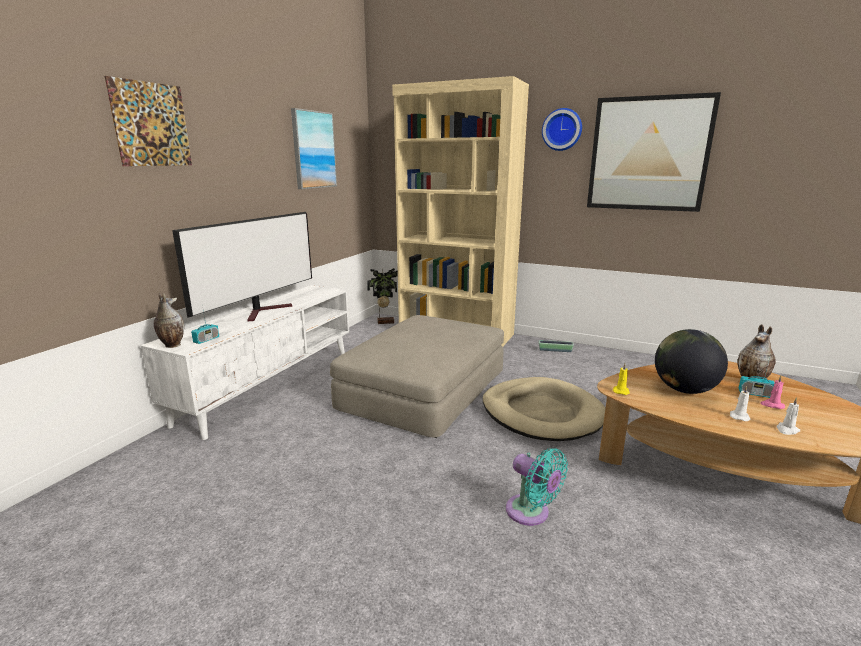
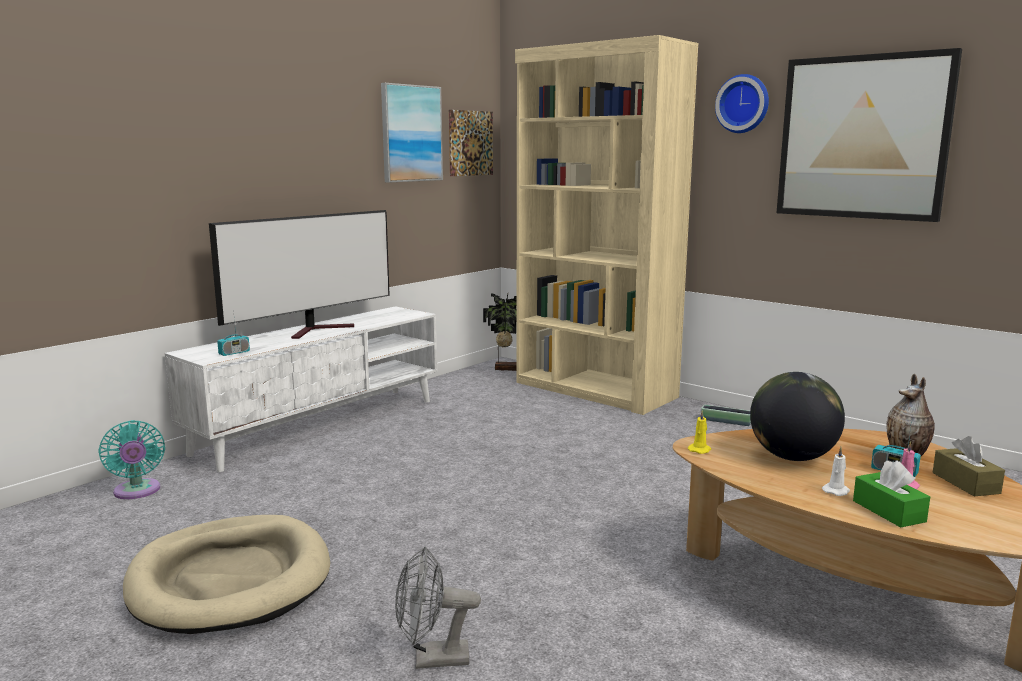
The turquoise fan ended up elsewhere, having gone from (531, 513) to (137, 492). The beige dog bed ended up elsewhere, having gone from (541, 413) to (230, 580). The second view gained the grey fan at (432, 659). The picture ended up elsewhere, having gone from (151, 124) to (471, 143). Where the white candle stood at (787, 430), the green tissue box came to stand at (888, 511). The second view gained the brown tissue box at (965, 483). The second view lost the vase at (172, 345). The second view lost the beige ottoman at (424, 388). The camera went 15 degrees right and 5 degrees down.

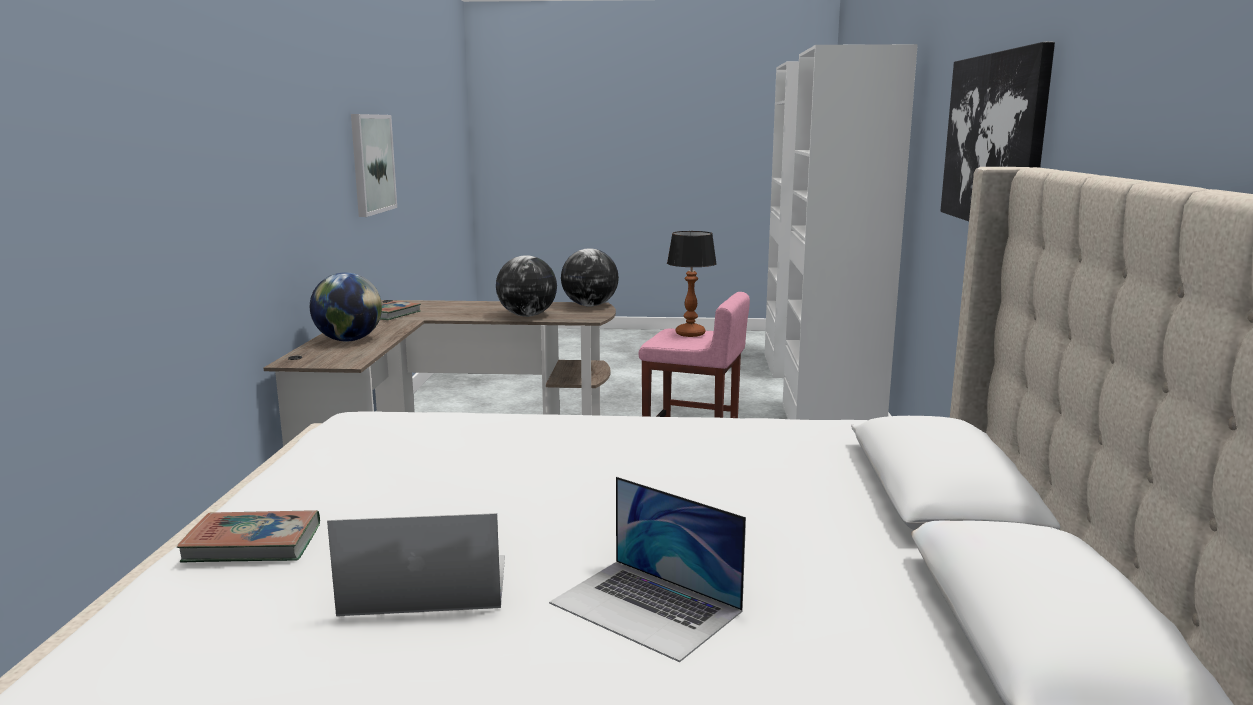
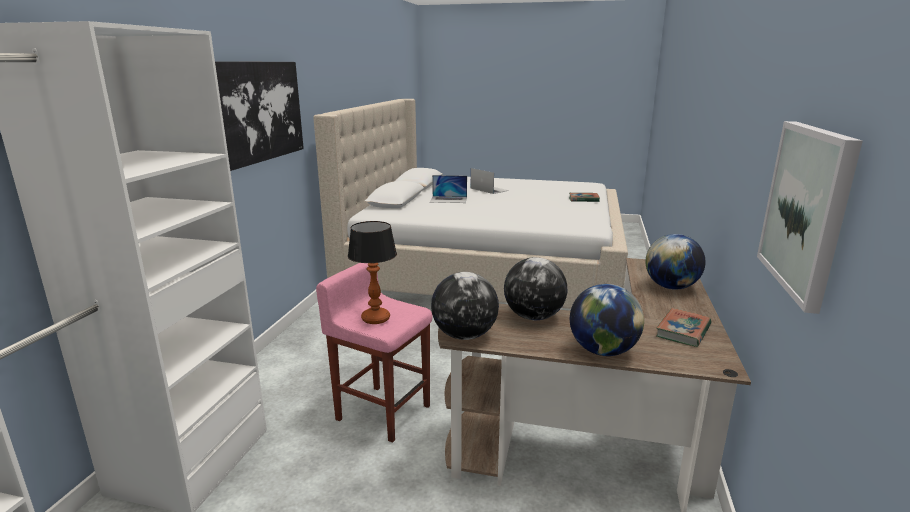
The laptop ended up elsewhere, having gone from (425, 584) to (448, 199). The second view gained the globe at (602, 351). The camera went 170 degrees left and 5 degrees up.

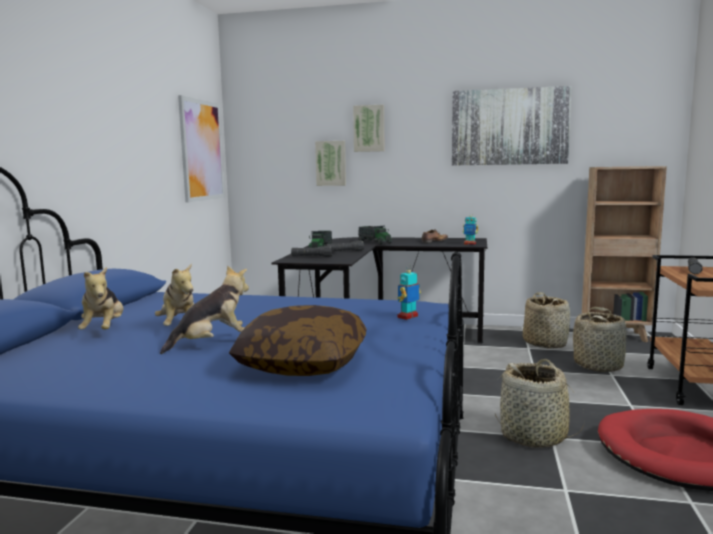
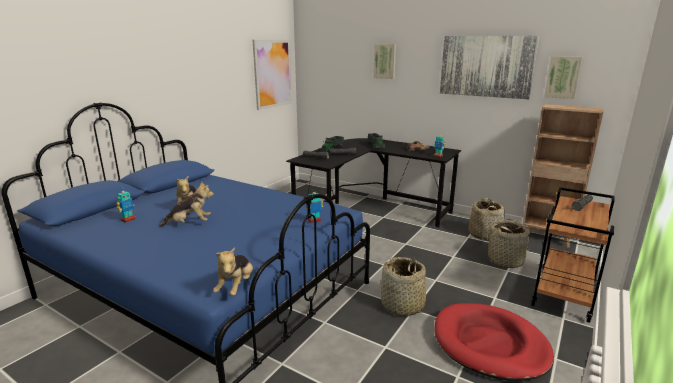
The second view gained the toy robot at (128, 219). The plush toy ended up elsewhere, having gone from (104, 330) to (236, 287). The picture ended up elsewhere, having gone from (331, 163) to (563, 77). The second view lost the pillow at (302, 363). The camera went 20 degrees right and 10 degrees up.

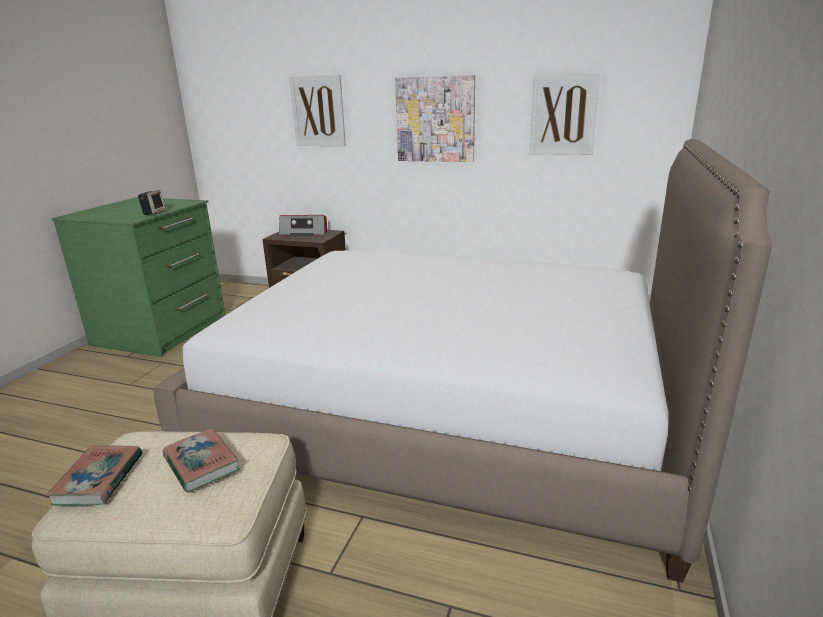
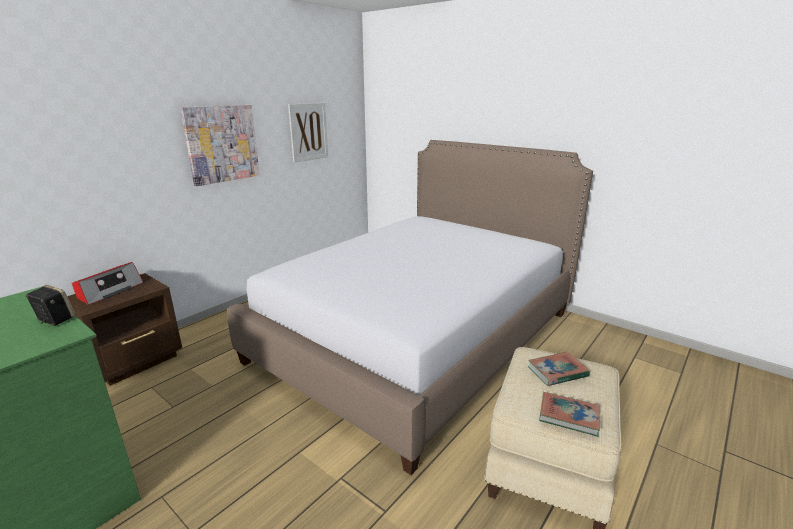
The second view lost the picture at (318, 111). The camera went 70 degrees left and 0 degrees up.

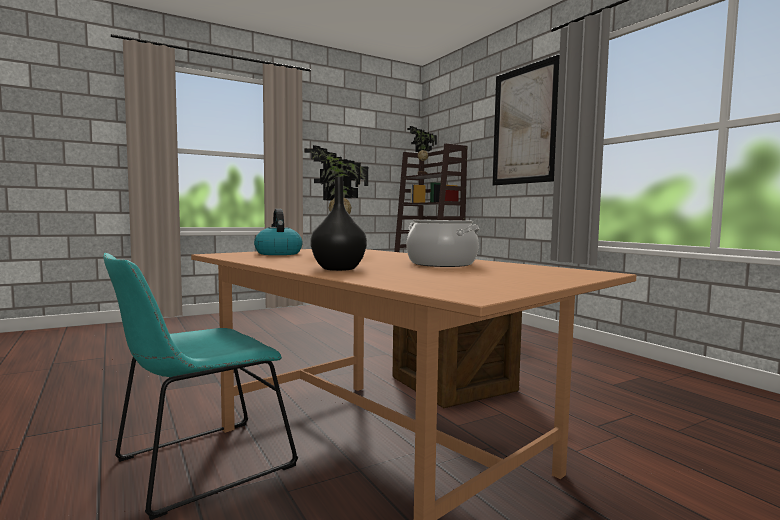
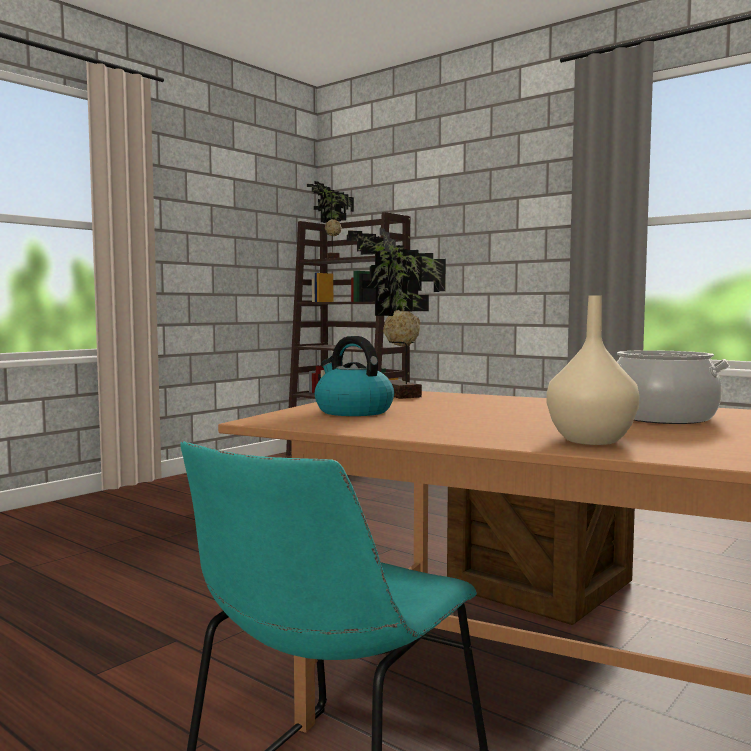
What was the black vase at (339, 268) turned into the beige vase at (590, 440). The second view lost the picture at (524, 125). The camera went 20 degrees left and 0 degrees up.

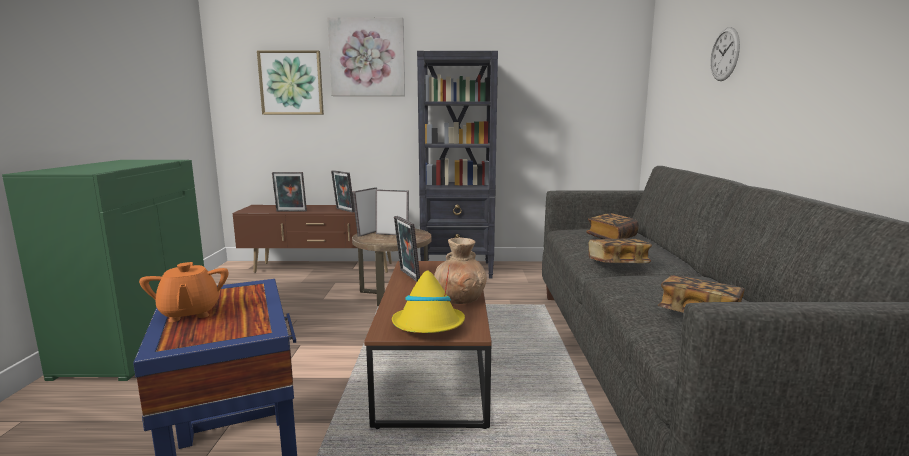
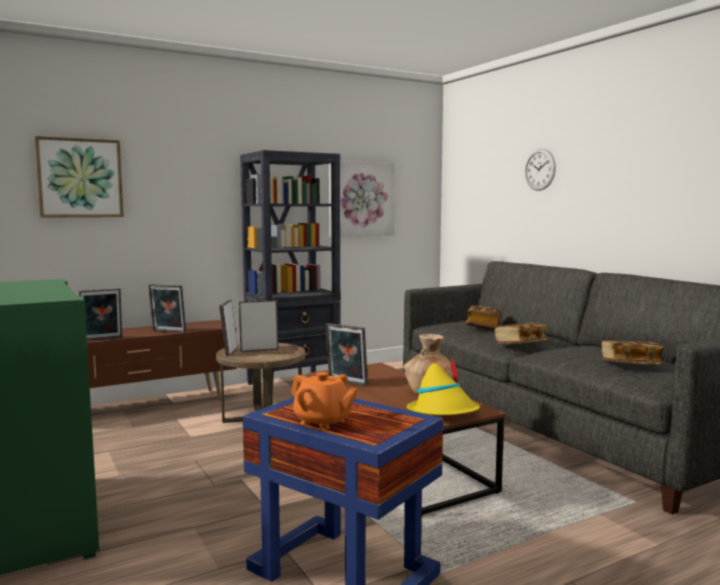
The picture ended up elsewhere, having gone from (367, 57) to (361, 199). The camera went 30 degrees left and 5 degrees down.

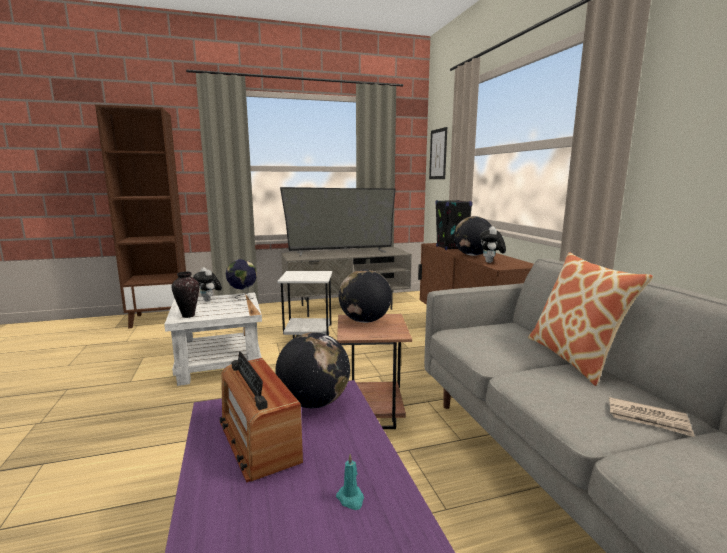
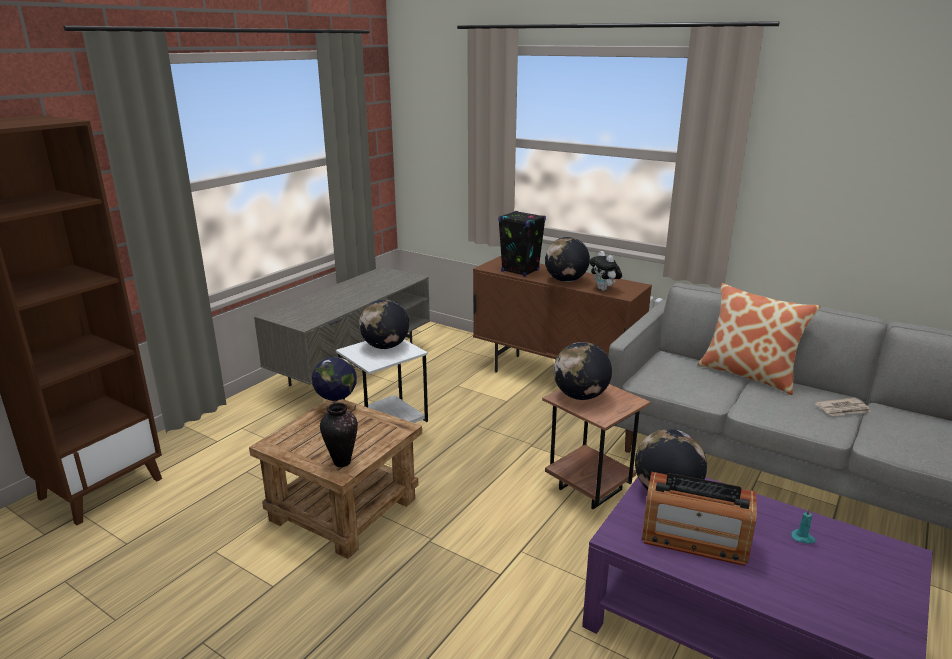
What was the white side table at (220, 364) turned into the brown side table at (346, 509). The second view gained the globe at (385, 346). The second view lost the plush toy at (209, 300). The second view lost the television at (341, 252). The second view lost the picture at (438, 154). The camera went 40 degrees left and 10 degrees up.

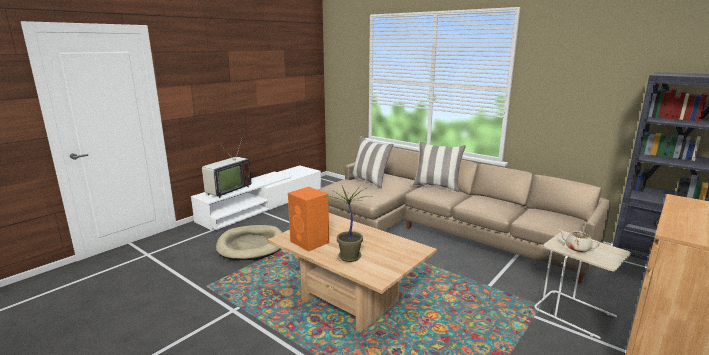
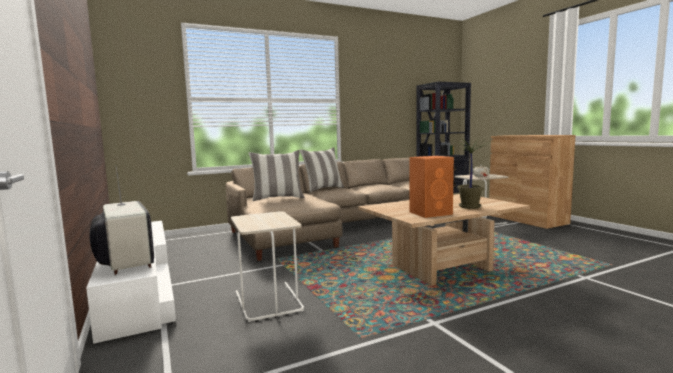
Where the beige dog bed stood at (251, 245), the beige side table came to stand at (267, 301). The camera went 65 degrees left and 10 degrees down.

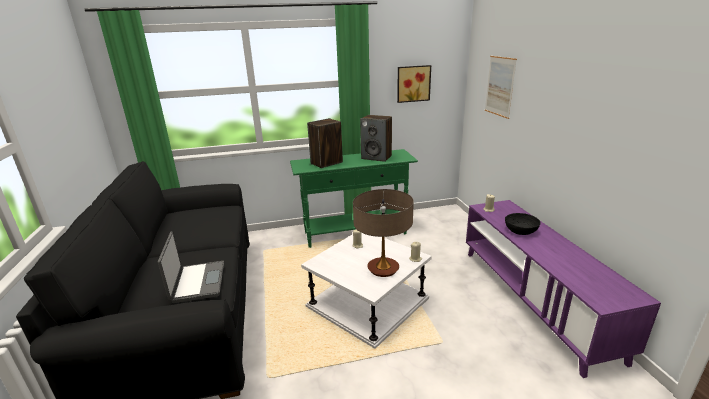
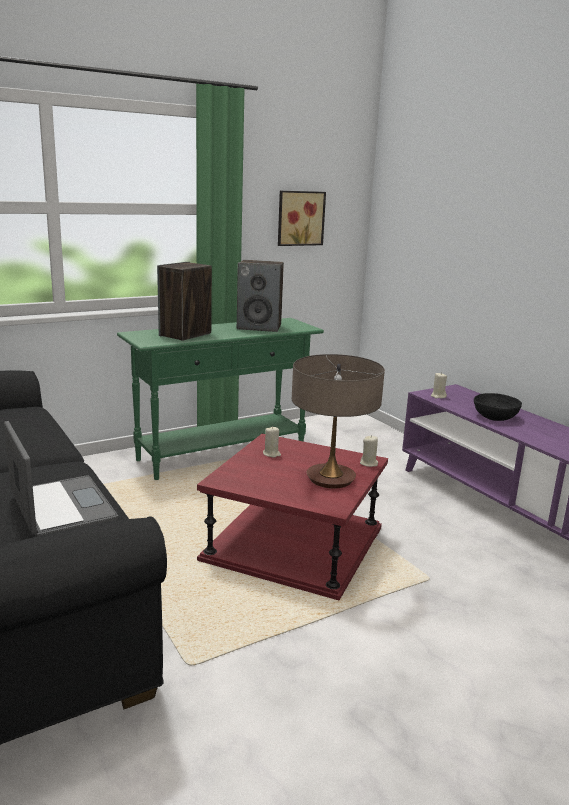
What was the white side table at (368, 302) turned into the red side table at (294, 544). The second view lost the picture at (500, 86). The camera went 20 degrees left and 5 degrees down.

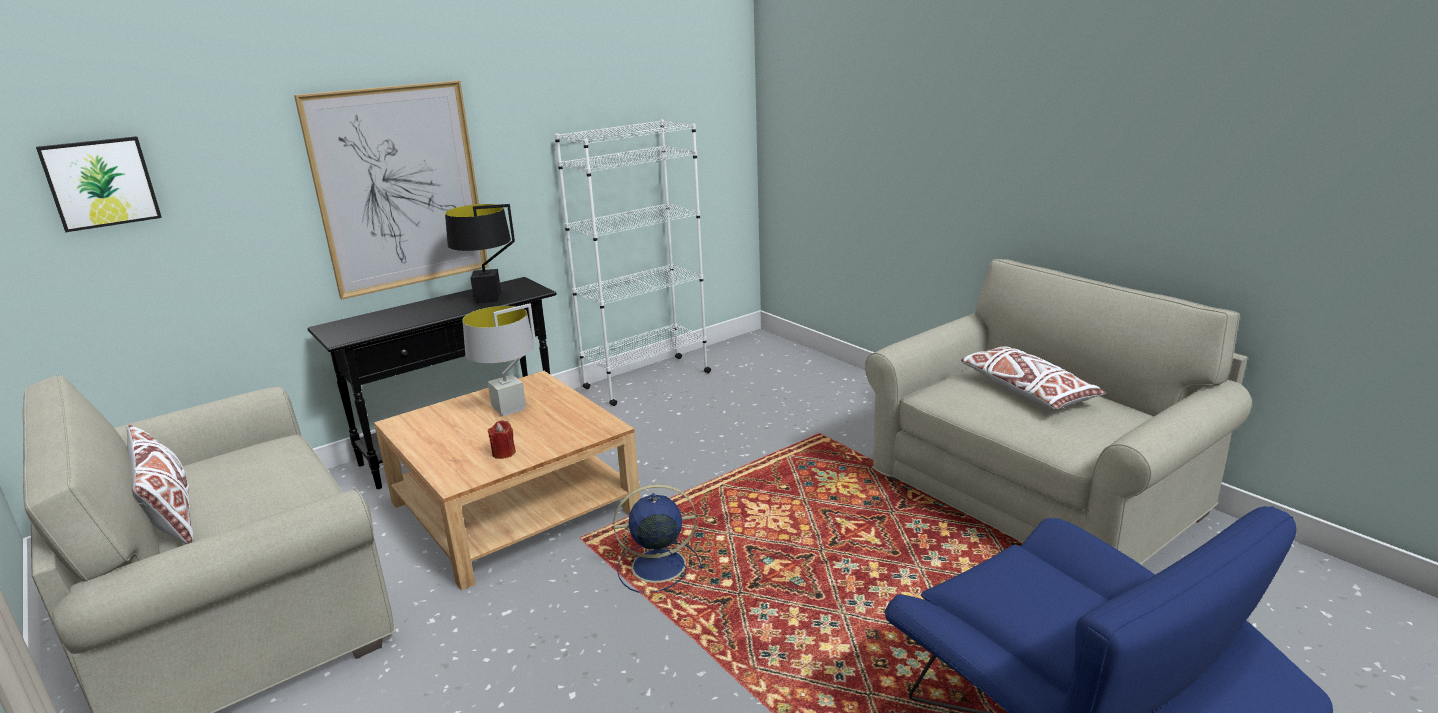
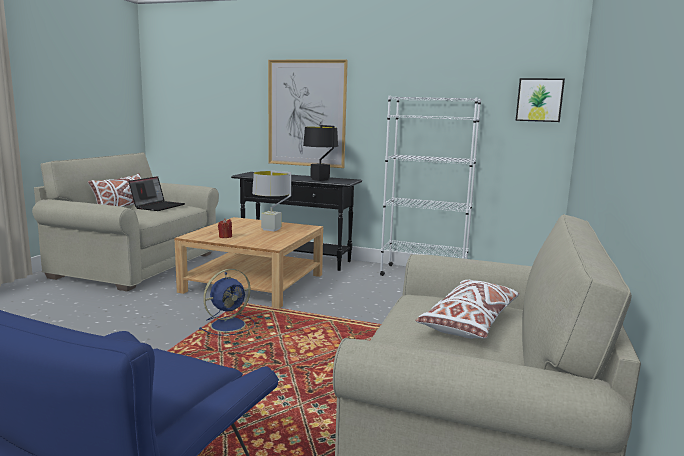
The second view gained the laptop at (158, 206). The blue fan at (656, 566) ended up facing another way, 90 degrees clockwise from before. The picture ended up elsewhere, having gone from (101, 183) to (539, 100). The camera went 55 degrees right and 10 degrees down.

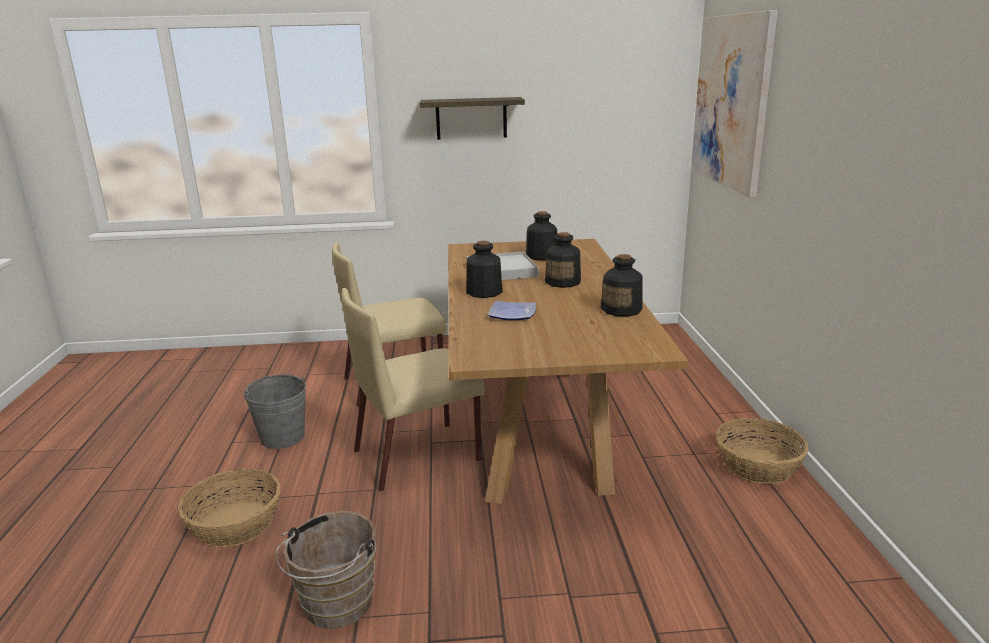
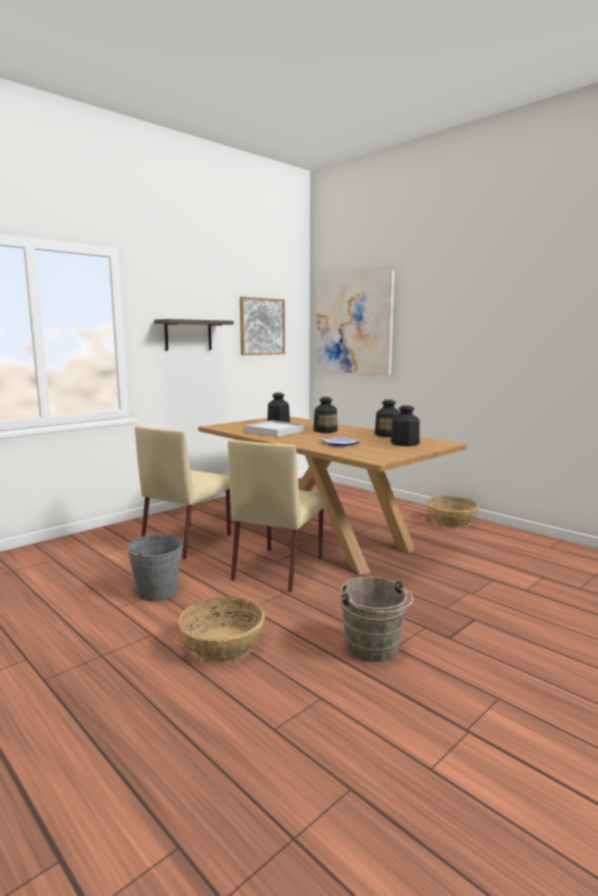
The second view gained the picture at (262, 326). The bottle ended up elsewhere, having gone from (483, 292) to (404, 443). The camera went 40 degrees left and 10 degrees down.

